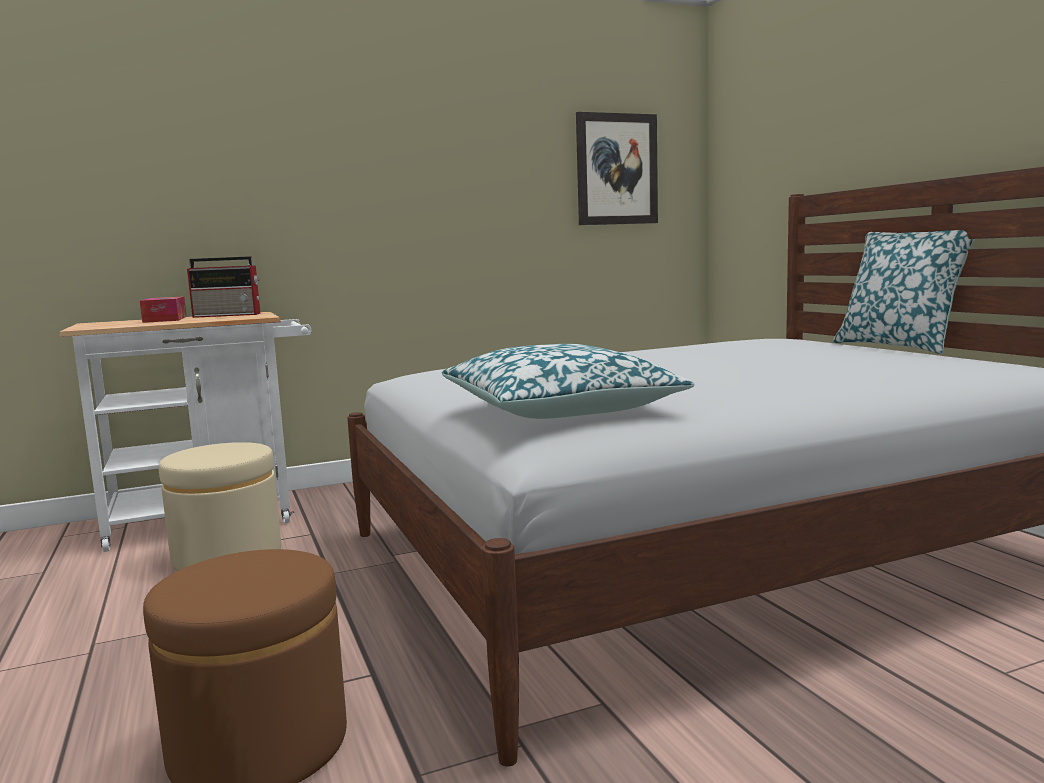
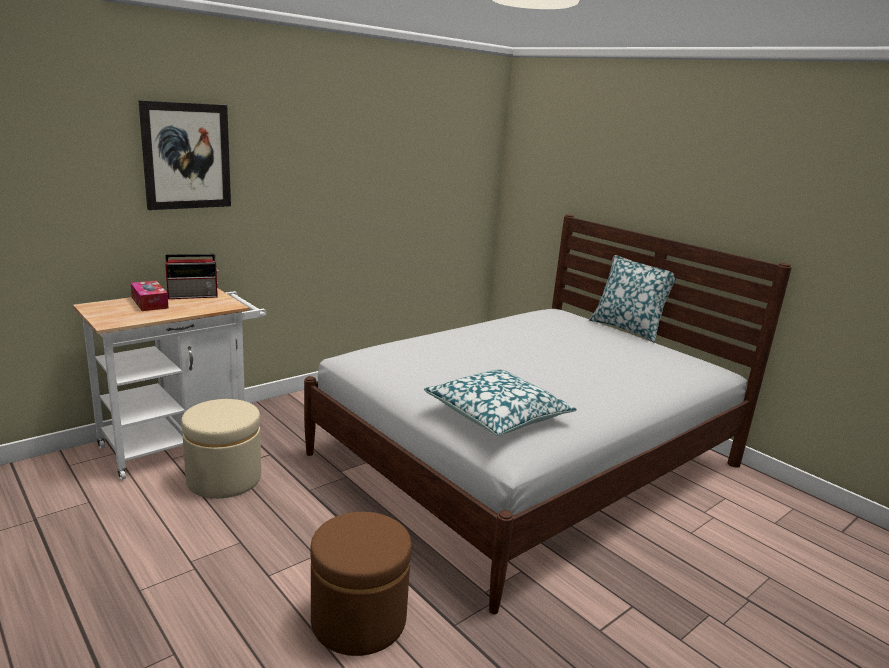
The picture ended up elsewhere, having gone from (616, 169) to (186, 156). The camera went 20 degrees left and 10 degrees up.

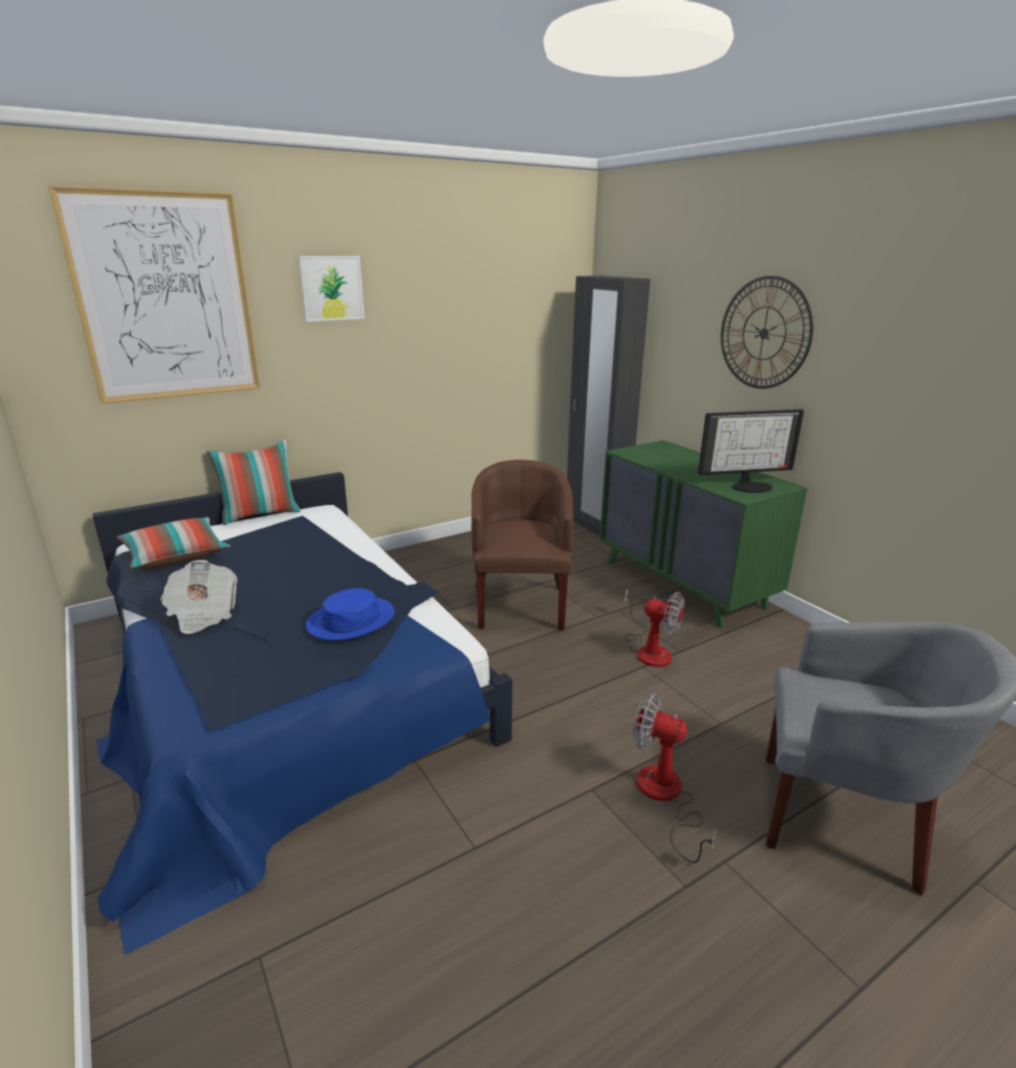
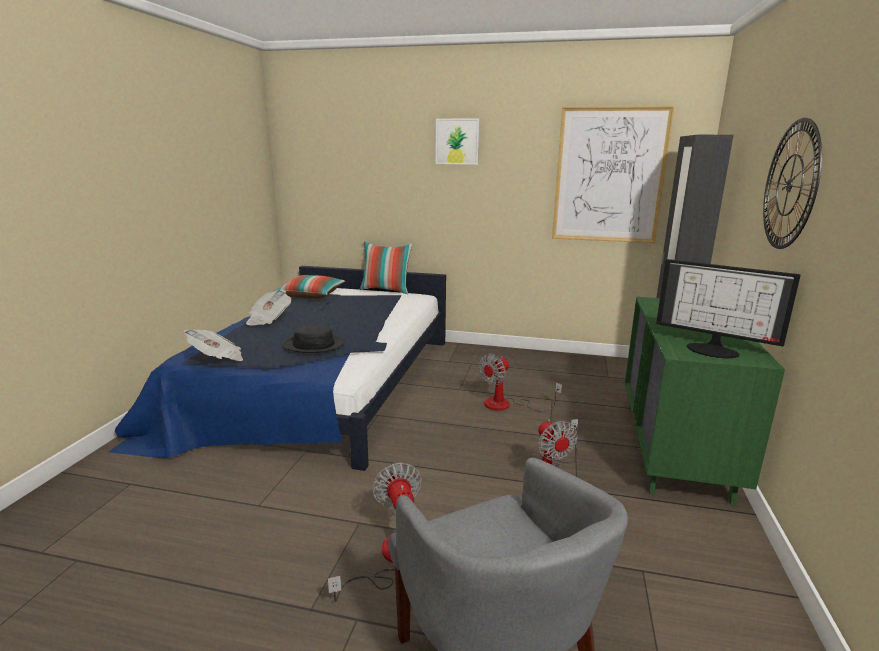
The second view gained the newspaper at (217, 358). What was the blue hat at (351, 620) turned into the black hat at (314, 345). Where the brown armchair stood at (520, 604), the fan came to stand at (507, 405). The picture ended up elsewhere, having gone from (165, 298) to (609, 176). The camera went 45 degrees right and 5 degrees down.

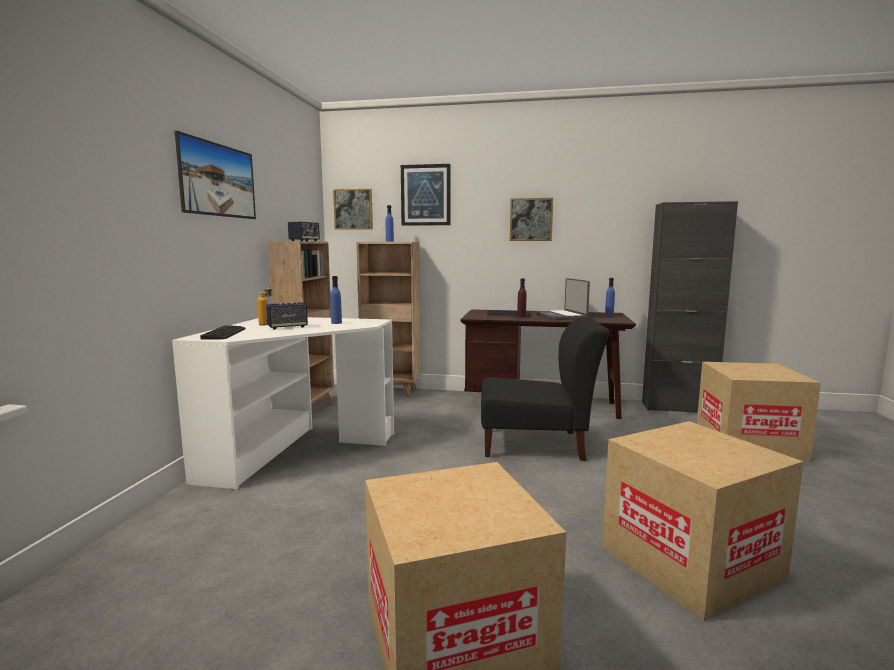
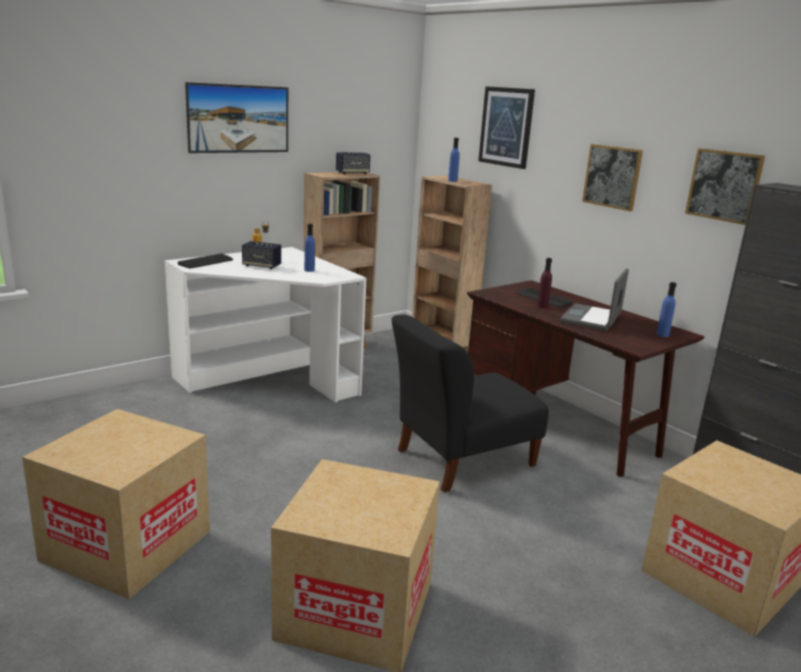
The black chair at (537, 445) ended up facing another way, 105 degrees clockwise from before. The picture ended up elsewhere, having gone from (353, 209) to (724, 185). The camera went 40 degrees right and 10 degrees up.

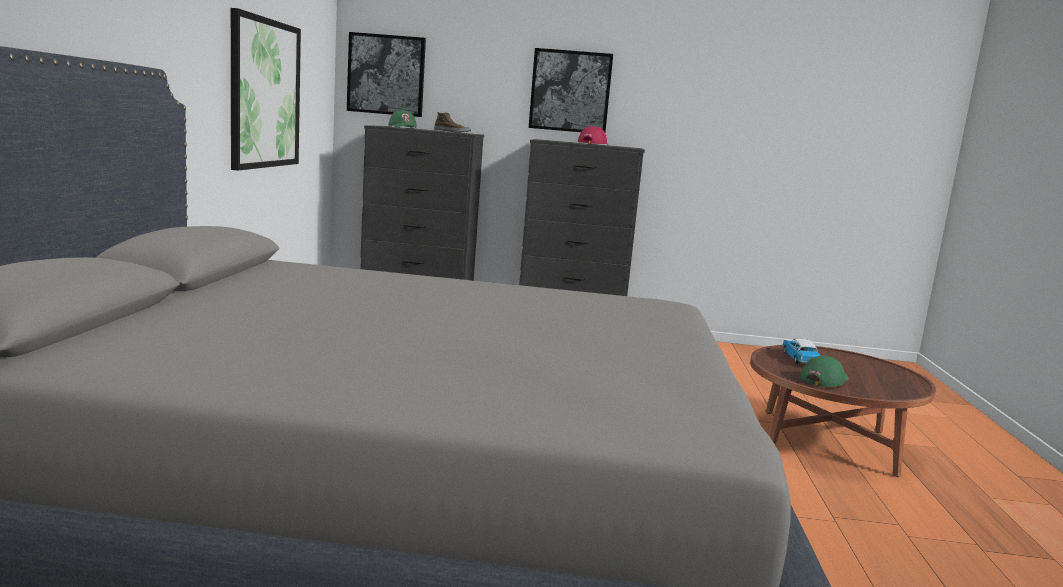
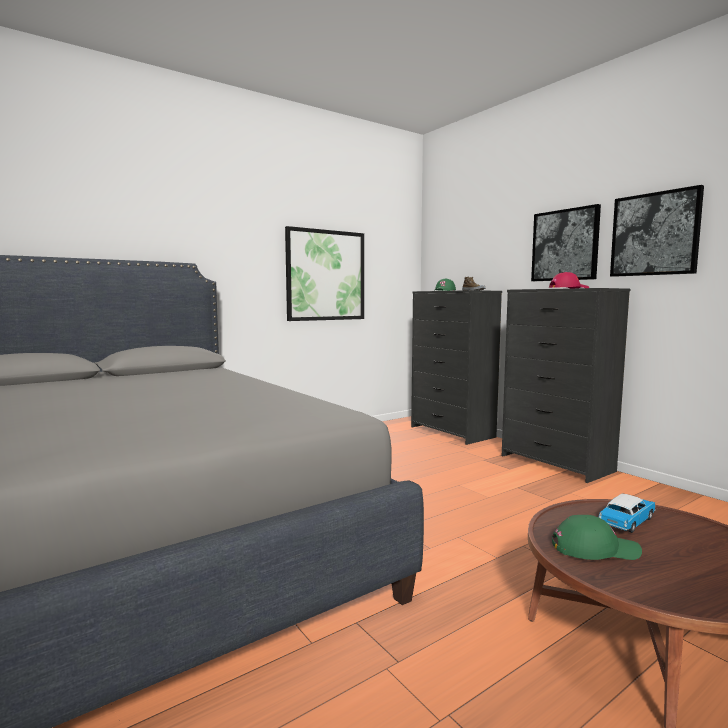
The picture ended up elsewhere, having gone from (386, 75) to (655, 234). The camera went 50 degrees right and 5 degrees down.

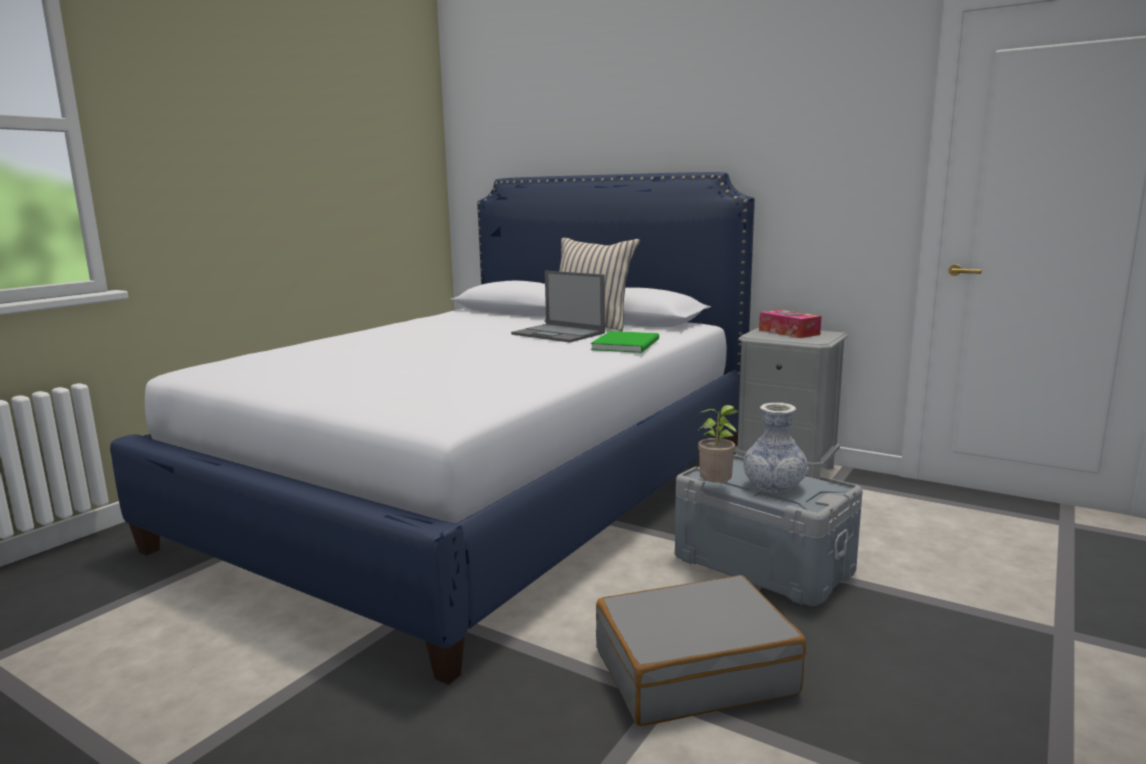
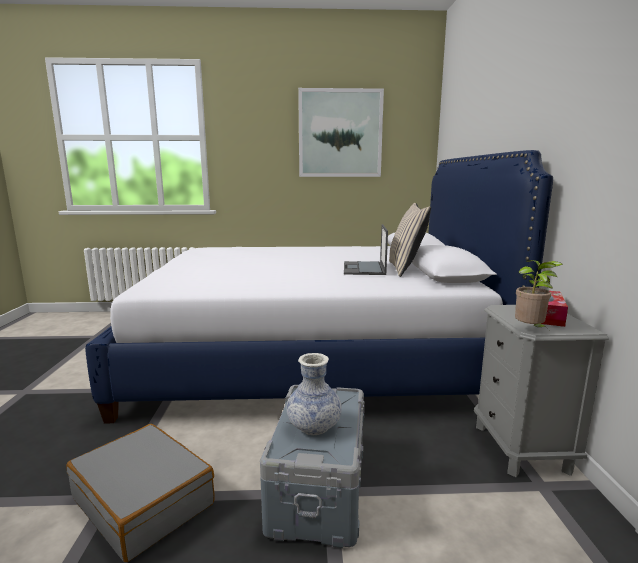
The second view gained the picture at (340, 133). The potted plant ended up elsewhere, having gone from (717, 488) to (530, 330). The second view lost the green book at (628, 344). The camera went 55 degrees right and 0 degrees up.

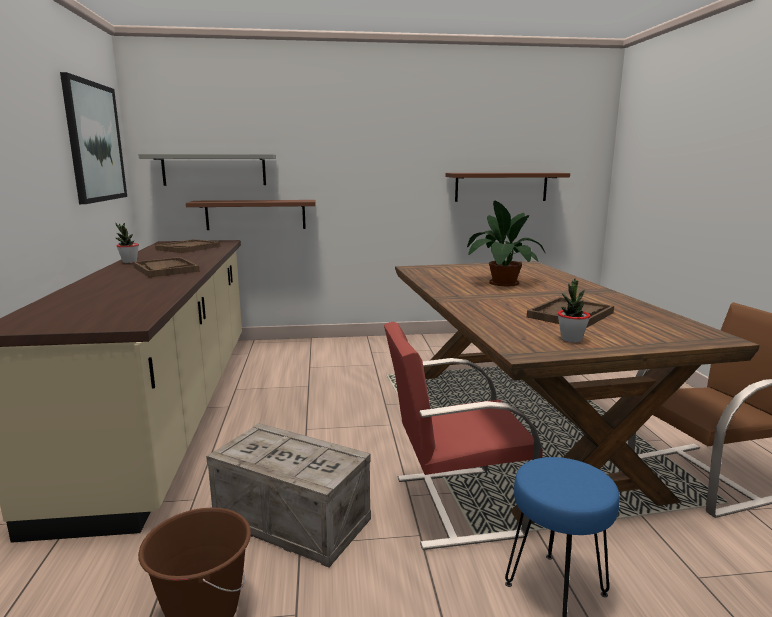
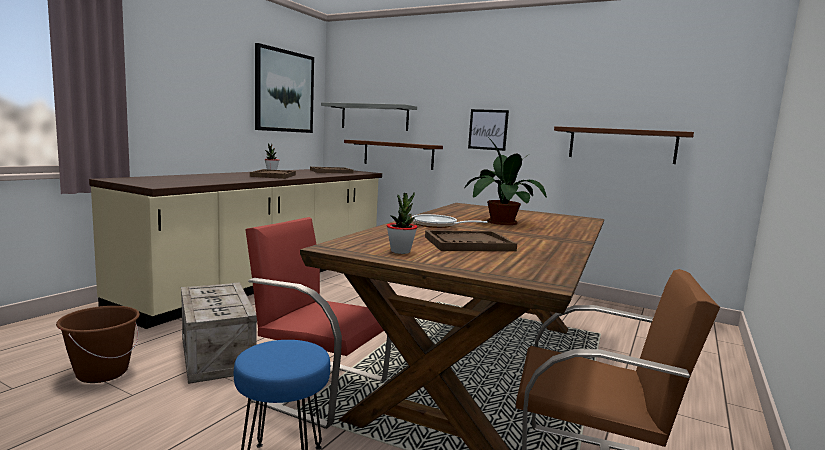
The second view gained the frying pan at (438, 225). The second view gained the picture at (488, 129). The camera went 35 degrees right and 5 degrees down.

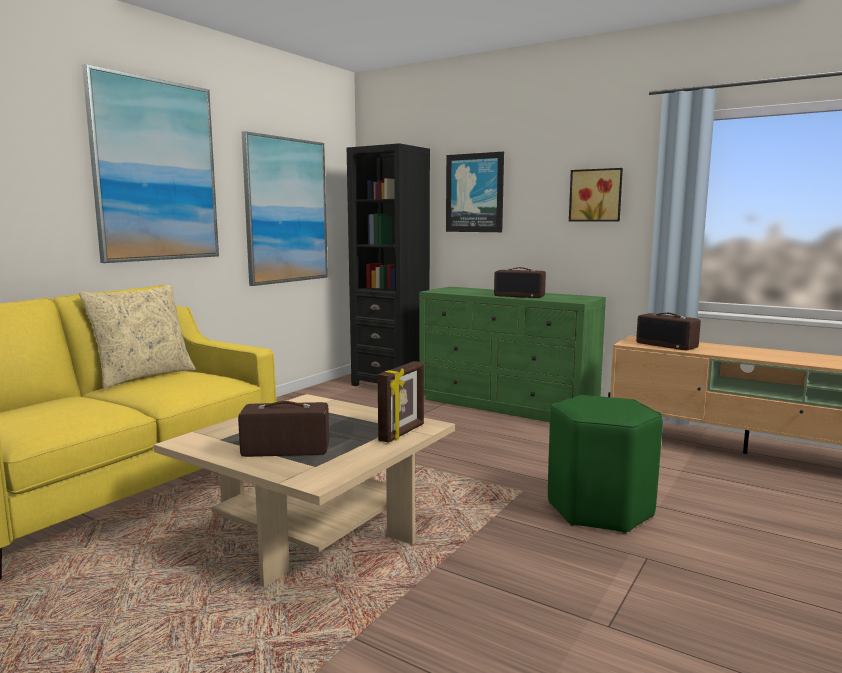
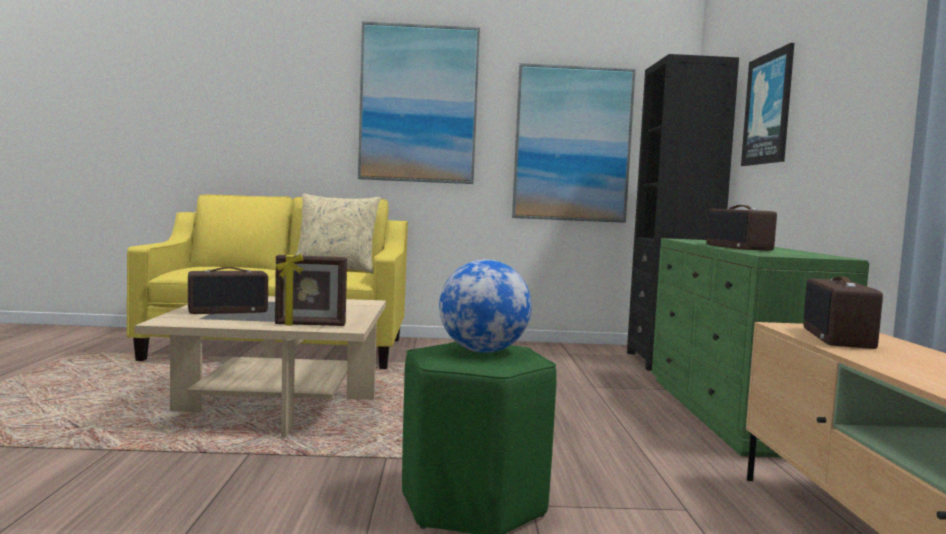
The radio at (285, 450) ended up facing another way, 105 degrees clockwise from before. The second view gained the globe at (483, 351). The second view lost the picture at (596, 195). The camera went 55 degrees right and 5 degrees down.

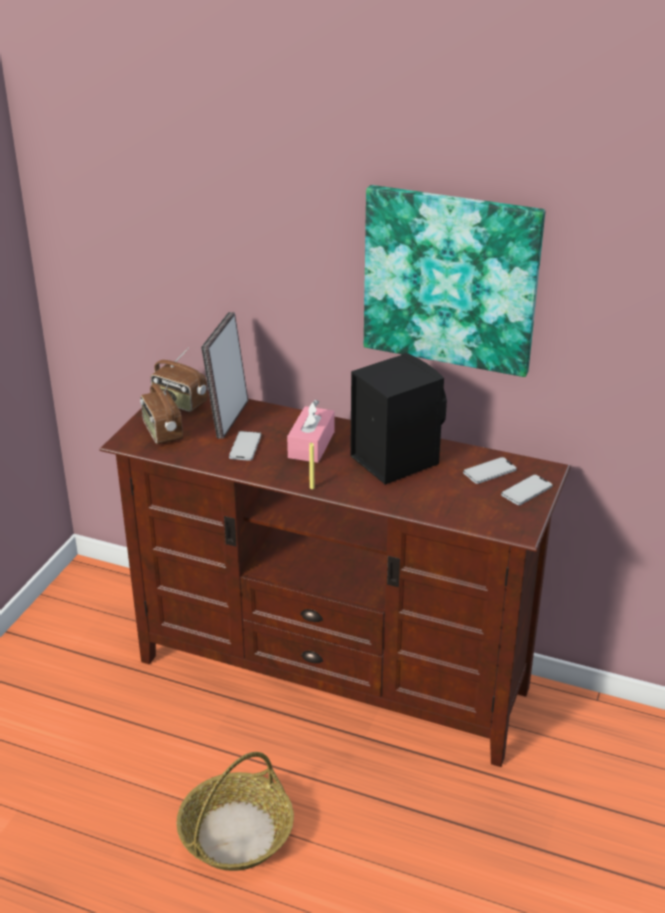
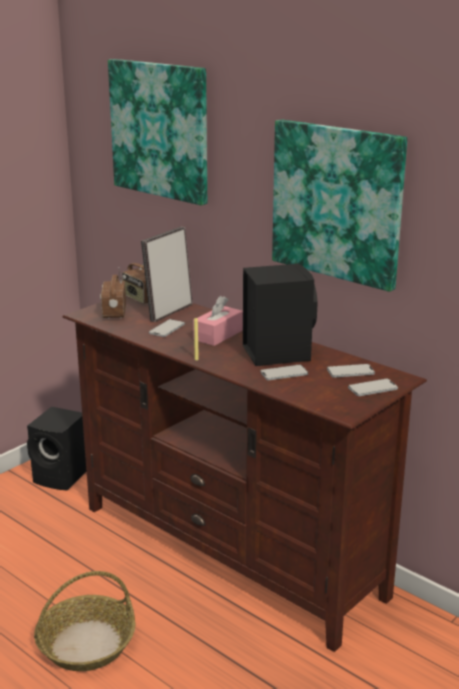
The second view gained the black speaker at (62, 477). The second view gained the picture at (160, 130). The second view gained the phone at (284, 373). The camera went 20 degrees right and 10 degrees down.

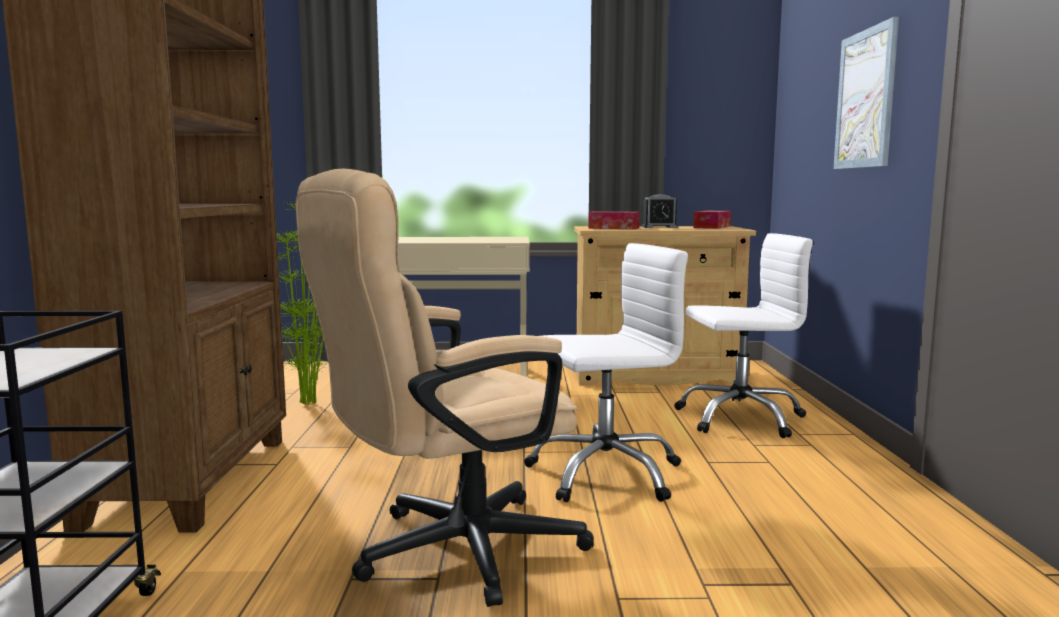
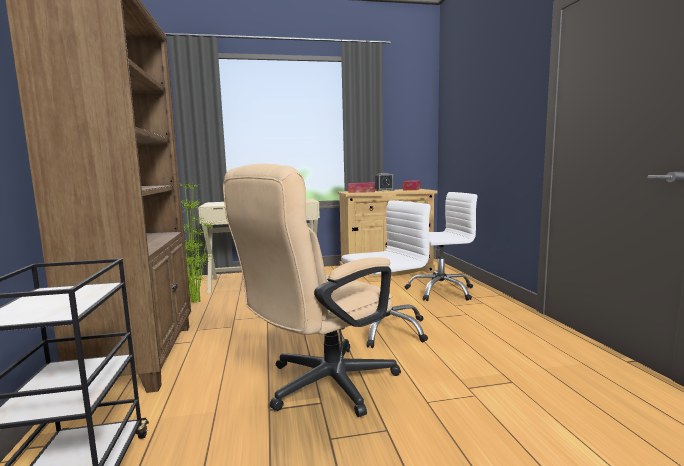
The second view lost the picture at (865, 99). The camera went 10 degrees left and 0 degrees up.

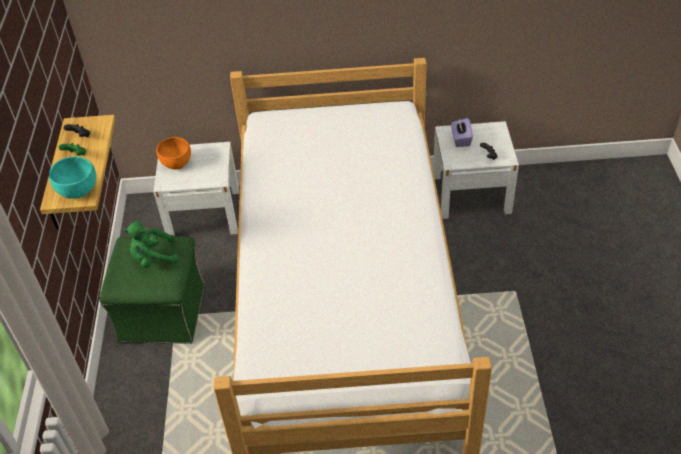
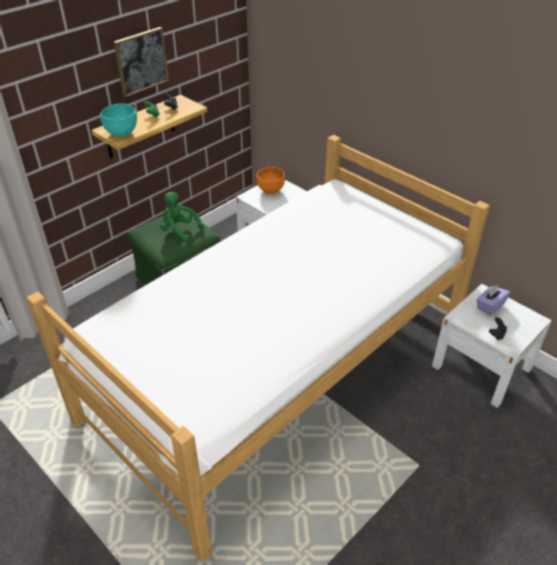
The second view gained the picture at (141, 61). The camera went 45 degrees right and 5 degrees down.

